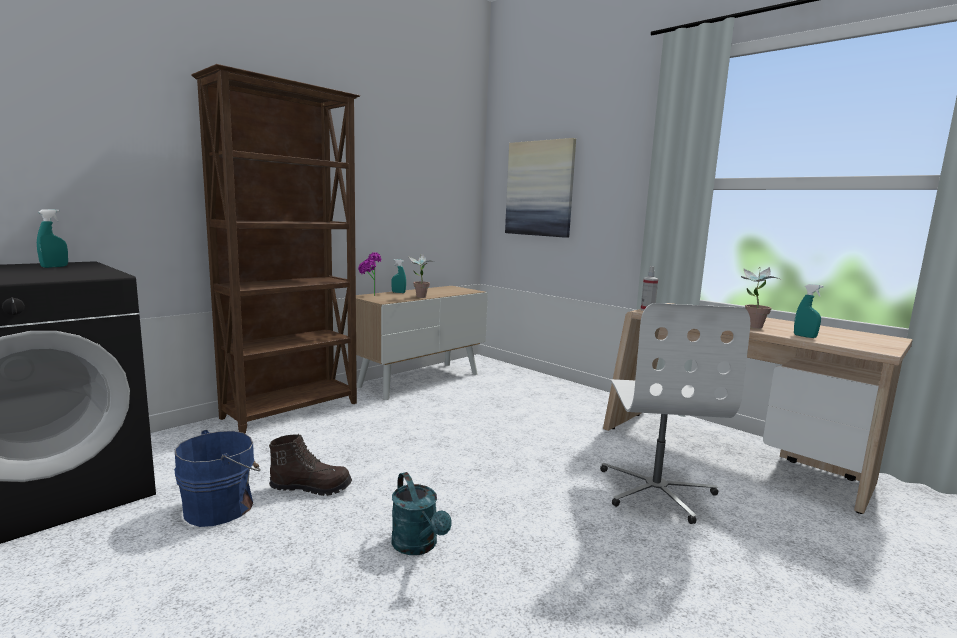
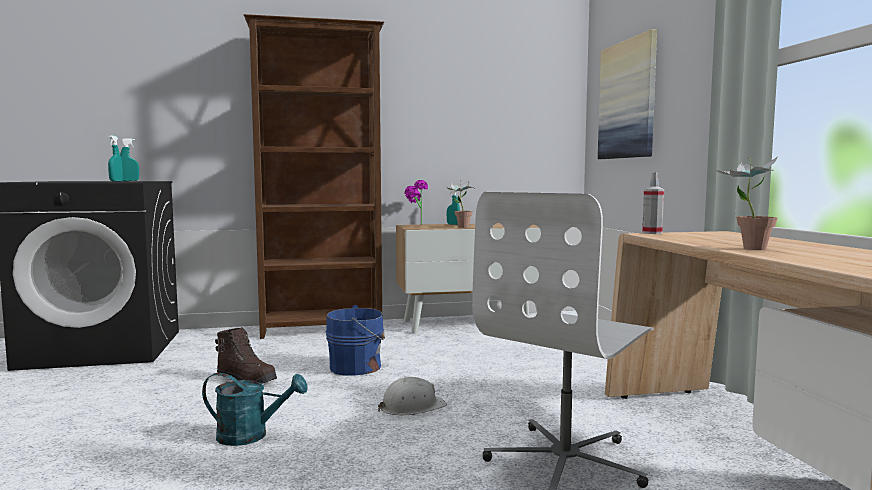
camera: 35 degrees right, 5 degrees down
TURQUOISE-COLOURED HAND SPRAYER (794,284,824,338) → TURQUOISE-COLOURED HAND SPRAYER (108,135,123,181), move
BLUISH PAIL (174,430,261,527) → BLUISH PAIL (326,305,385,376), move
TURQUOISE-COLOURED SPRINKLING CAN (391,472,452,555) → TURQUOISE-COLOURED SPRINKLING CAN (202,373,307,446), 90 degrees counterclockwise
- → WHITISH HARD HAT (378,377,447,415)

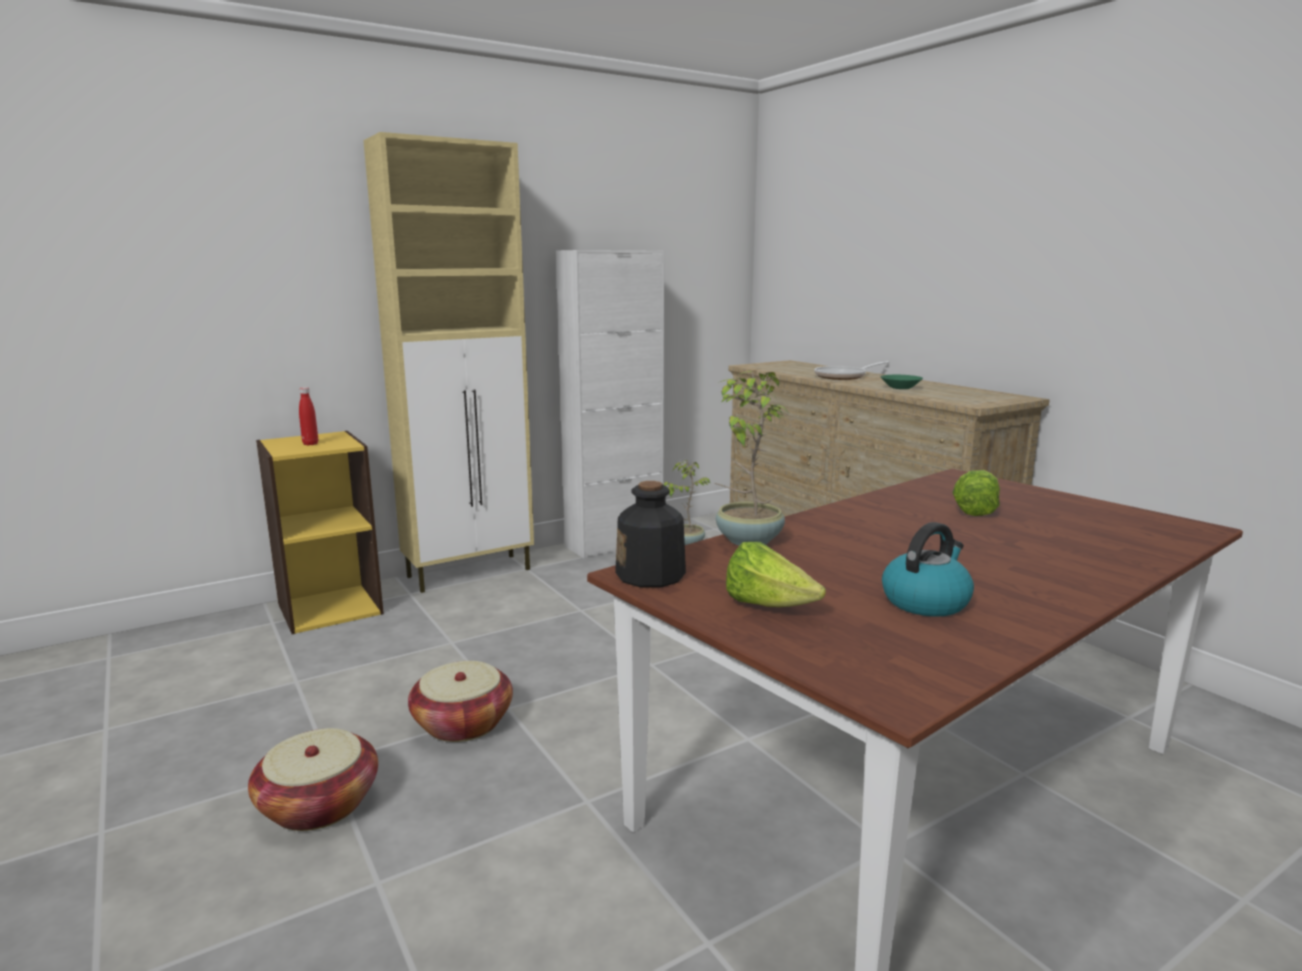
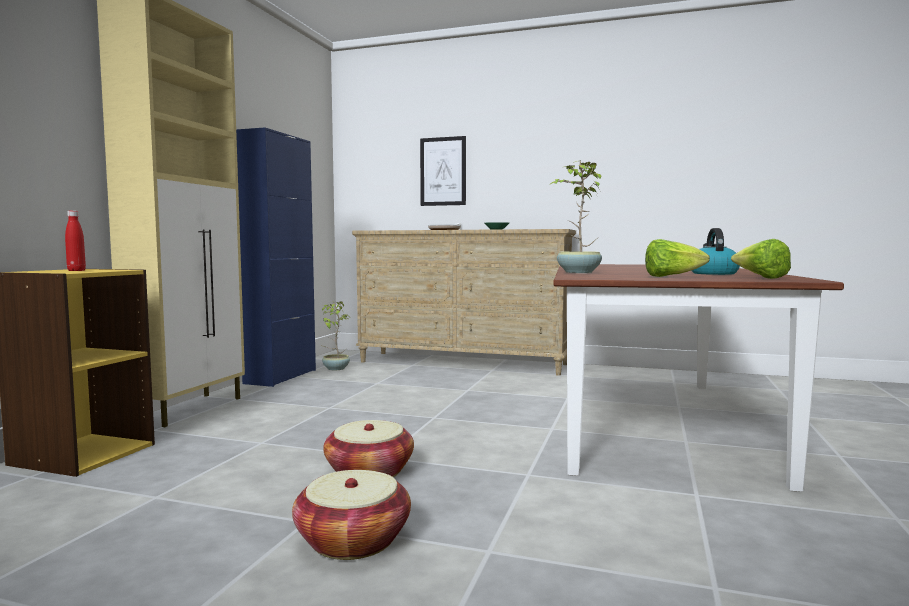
camera: 40 degrees left, 10 degrees down
WHITISH CABINET (556,250,664,559) → BLUISH CABINET (236,127,316,387)
LETTUCE HEAD (952,470,1000,516) → LETTUCE HEAD (731,239,791,279), move
DRINK BOTTLE (615,481,686,587) → -
- → WALL ART (420,136,466,206)

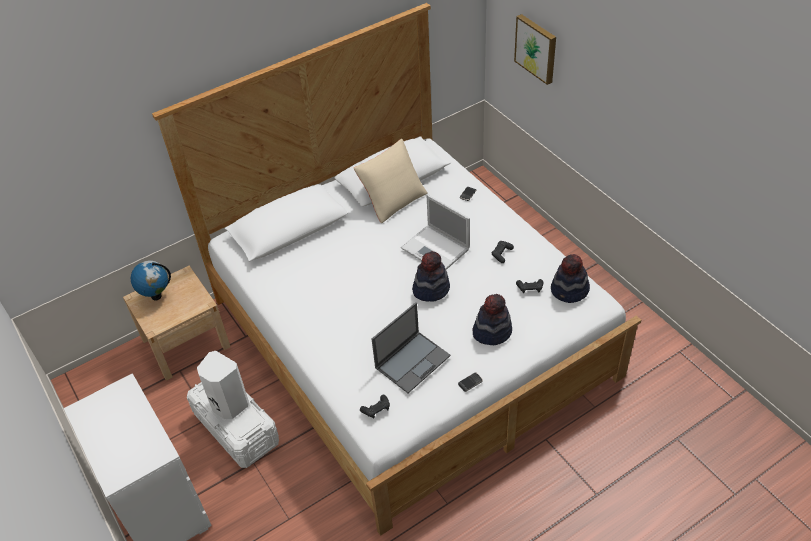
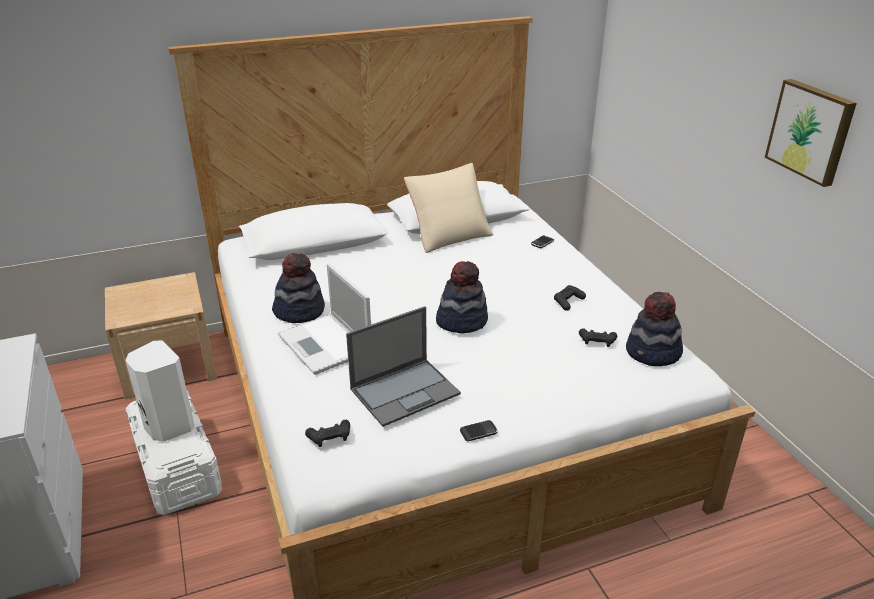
camera: 10 degrees right, 15 degrees down
WALL ART (514,14,556,85) → WALL ART (765,79,857,187), move
PORTABLE COMPUTER (401,195,470,270) → PORTABLE COMPUTER (278,263,371,375), move
WORLD GLOBE (131,261,171,301) → -
CLOTHING HAT (472,294,512,345) → CLOTHING HAT (272,253,325,323), move

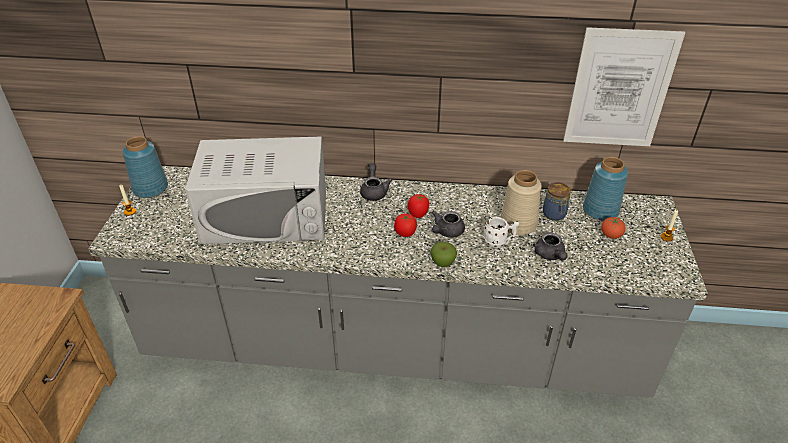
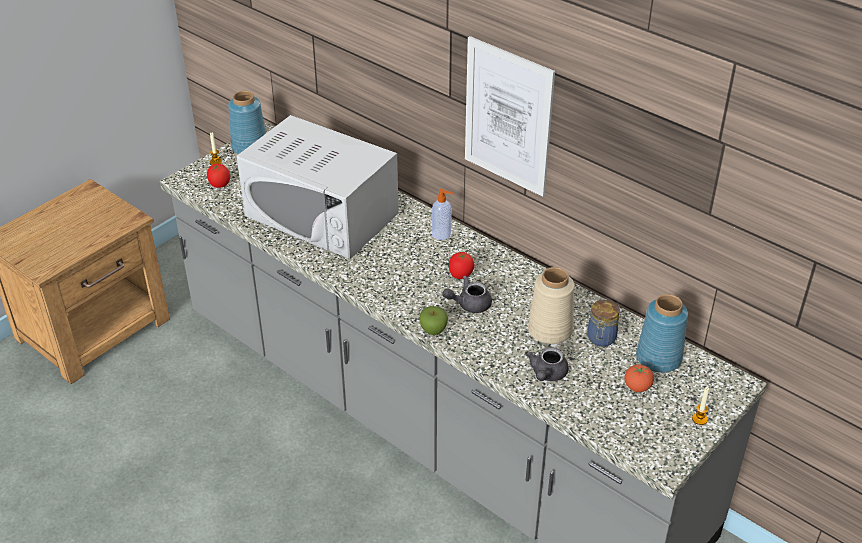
camera: 35 degrees right, 0 degrees up
WALL ART (563,27,685,146) → WALL ART (465,36,555,197), move
GREYISH TEAPOT (360,163,392,201) → SOAP DISPENSER (432,189,453,240)
FRESH TOMATO (394,214,417,237) → FRESH TOMATO (207,164,230,188), move
WHITISH TEA MUG (484,217,519,248) → -

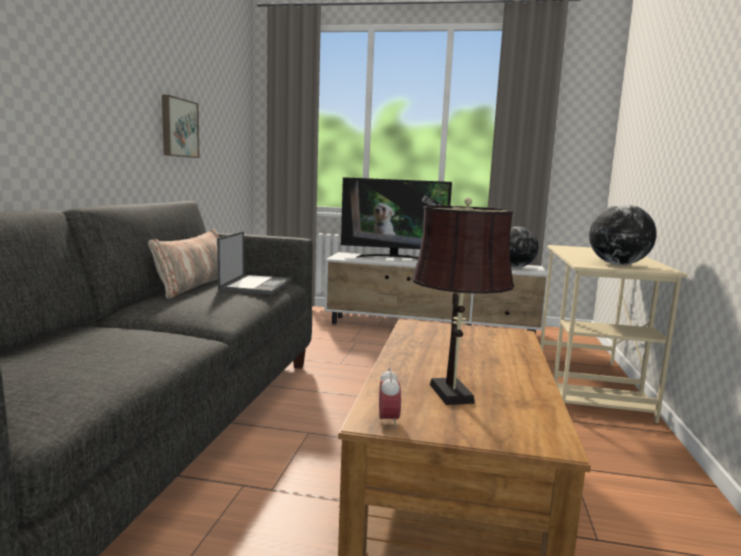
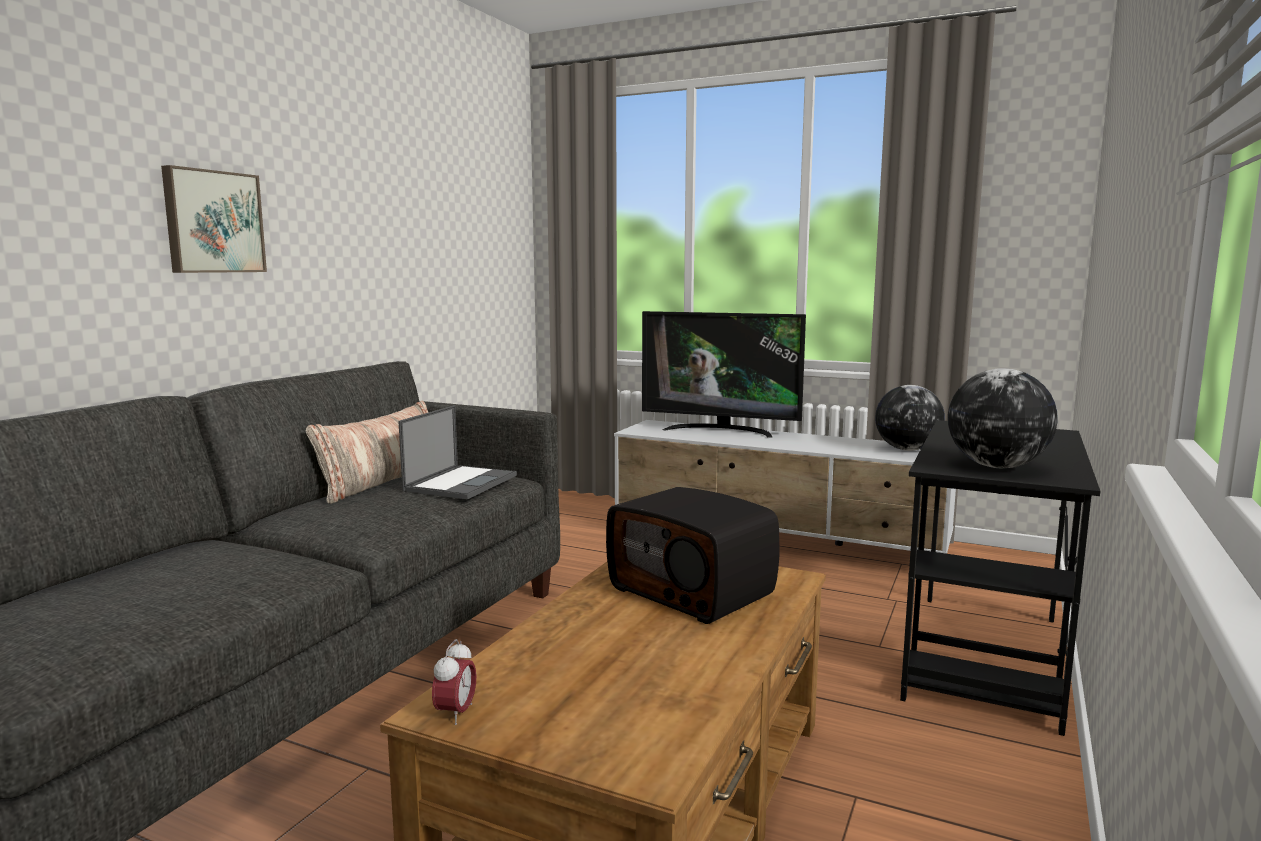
camera: 15 degrees right, 0 degrees up
WALL ART (162,95,200,158) → WALL ART (161,165,267,273), move
BROWNISH TABLE LAMP (412,198,514,405) → -
BEIGE-COLOURED DESK UNIT (540,245,688,423) → BLACK DESK UNIT (900,420,1100,736)
- → RADIO (606,487,780,624)

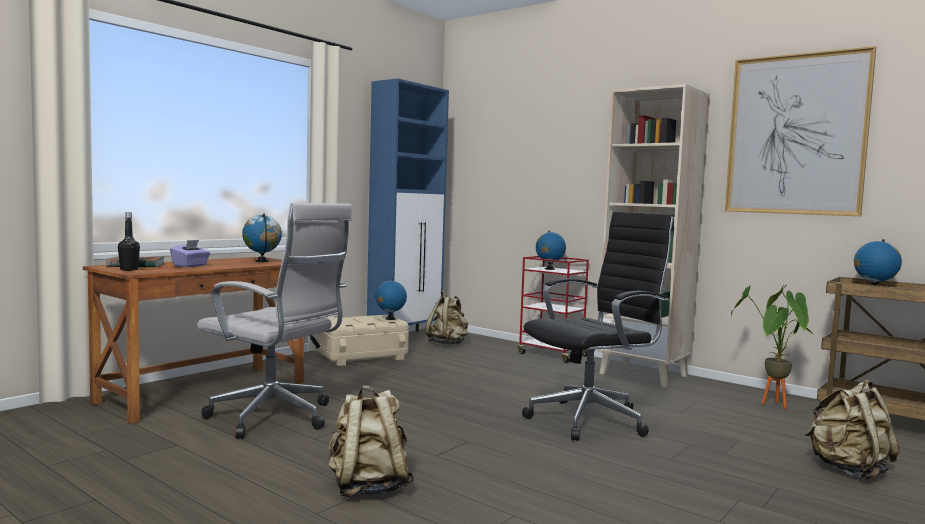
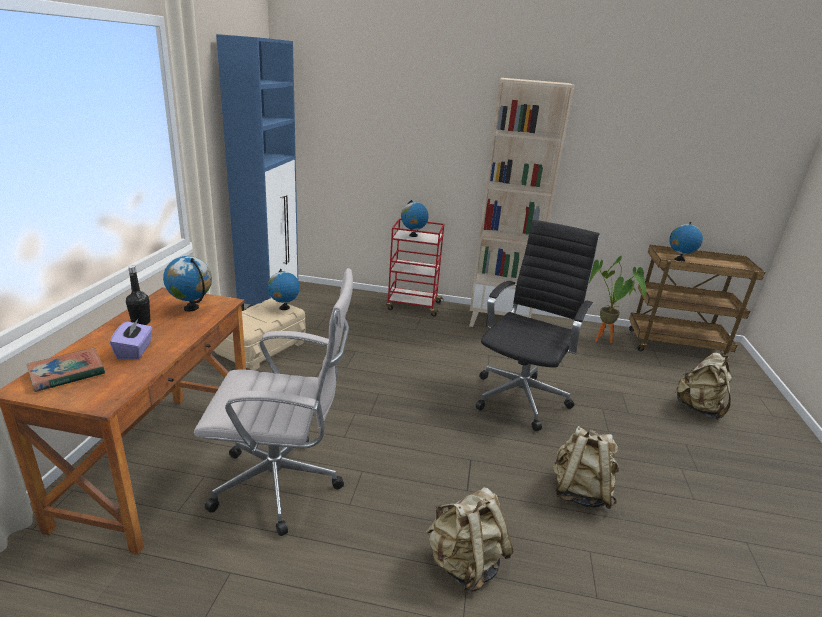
camera: 30 degrees left, 20 degrees up
WALL ART (725,46,876,216) → -
BLACK DRINK BOTTLE (118,212,140,271) → BLACK DRINK BOTTLE (126,266,151,325), move
BEIGE-COLOURED RUCKSACK (425,290,468,344) → BEIGE-COLOURED RUCKSACK (553,426,619,509), move

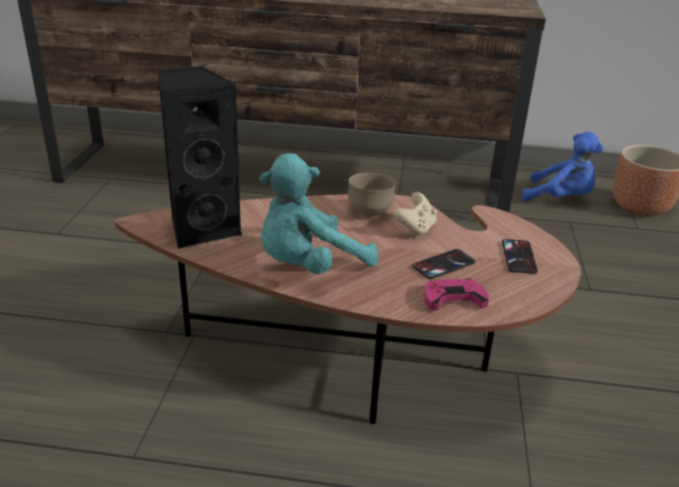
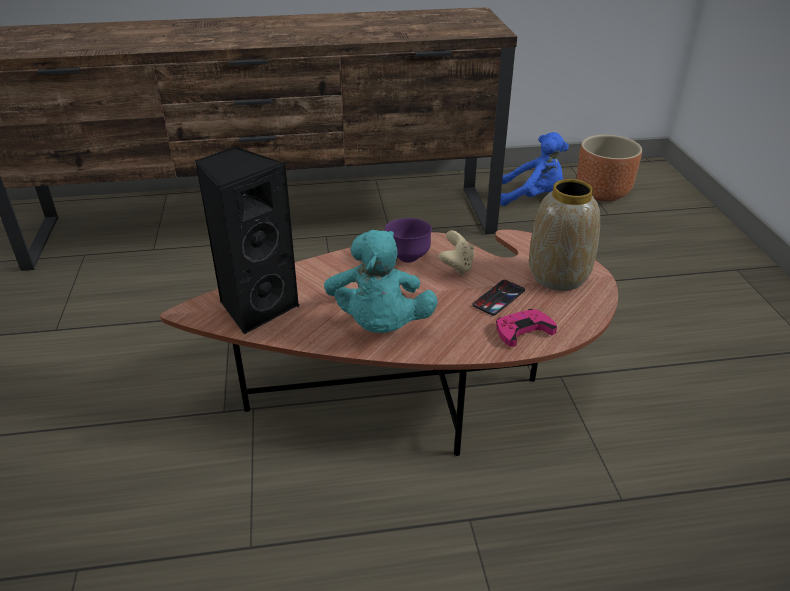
camera: 15 degrees left, 5 degrees up
TURQUOISE-COLOURED SOFT TOY (259,153,378,274) → TURQUOISE-COLOURED SOFT TOY (324,230,438,333), 45 degrees counterclockwise
BROWNISH BOWL (348,173,396,218) → PURPLE BOWL (385,218,432,263)
PHONE (502,239,538,274) → DECORATIVE VASE (529,179,600,291)

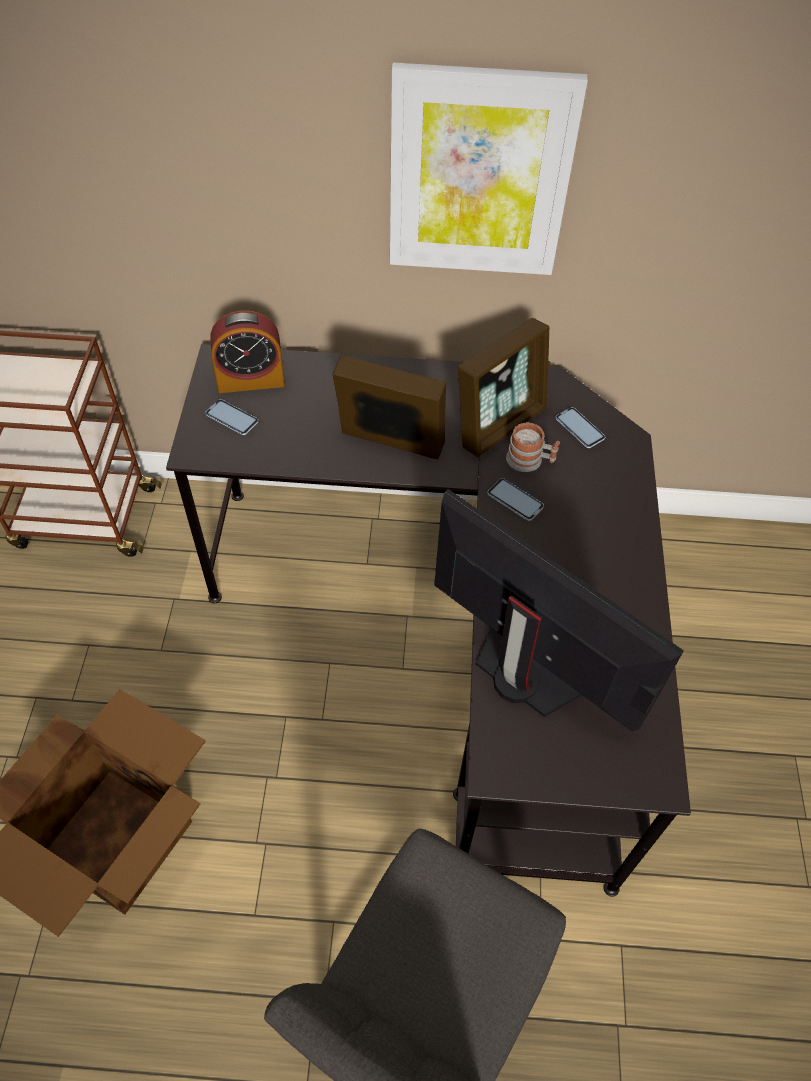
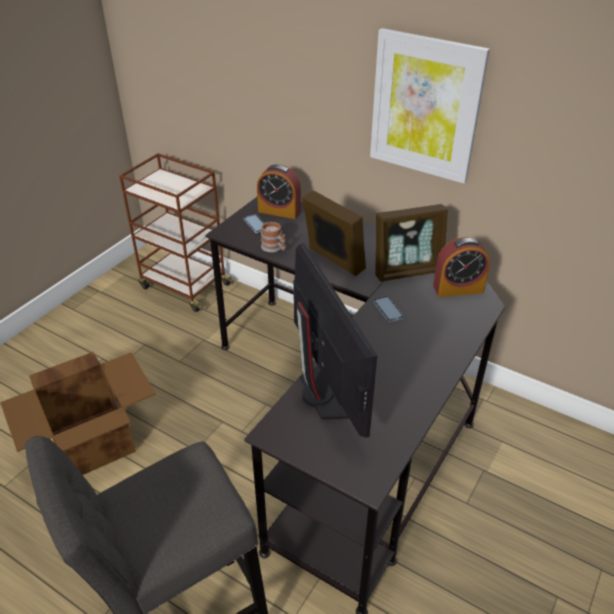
camera: 30 degrees right, 15 degrees down
PHONE (555,407,605,448) → BEDSIDE CLOCK (433,237,490,297)
TEA MUG (506,422,560,472) → TEA MUG (261,222,286,253), move

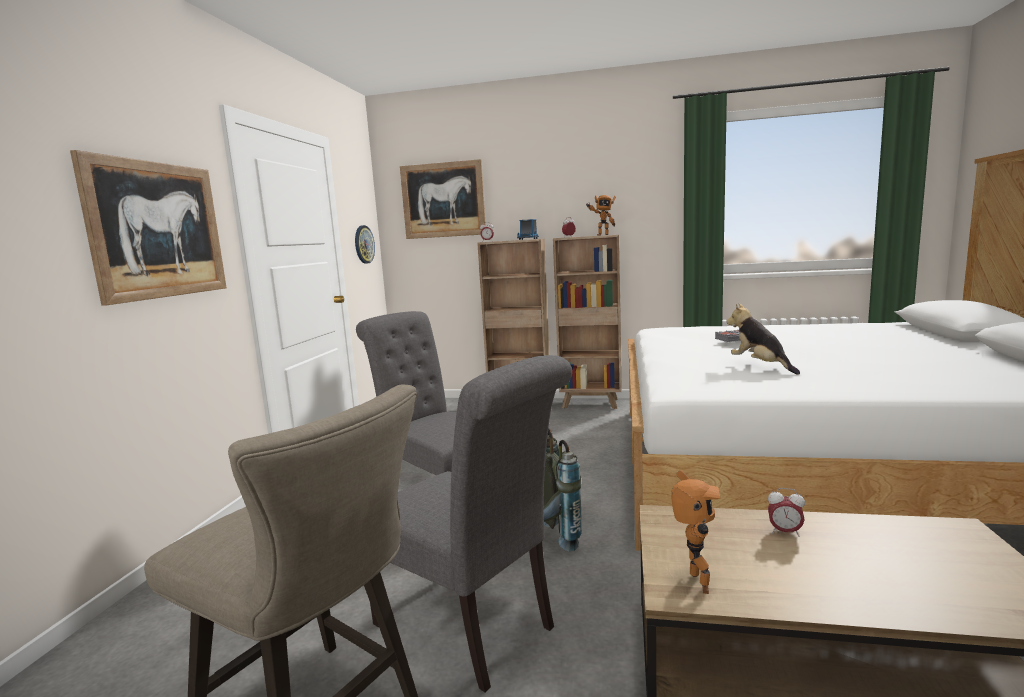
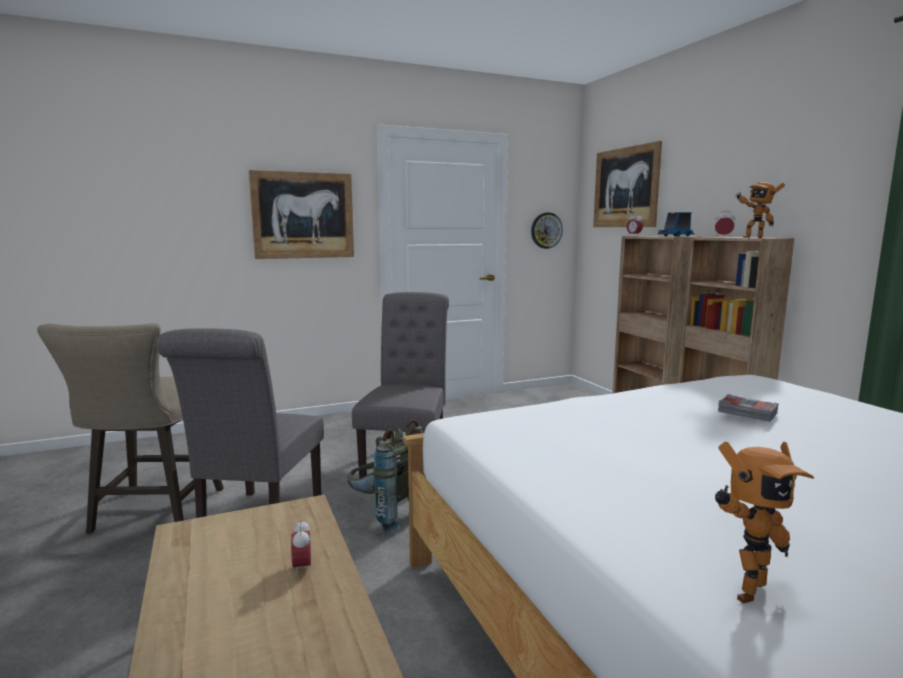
camera: 55 degrees right, 0 degrees up
SOFT TOY (726,303,800,375) → -
ROBOT FIGURE (671,470,721,594) → ROBOT FIGURE (715,442,814,604), move

